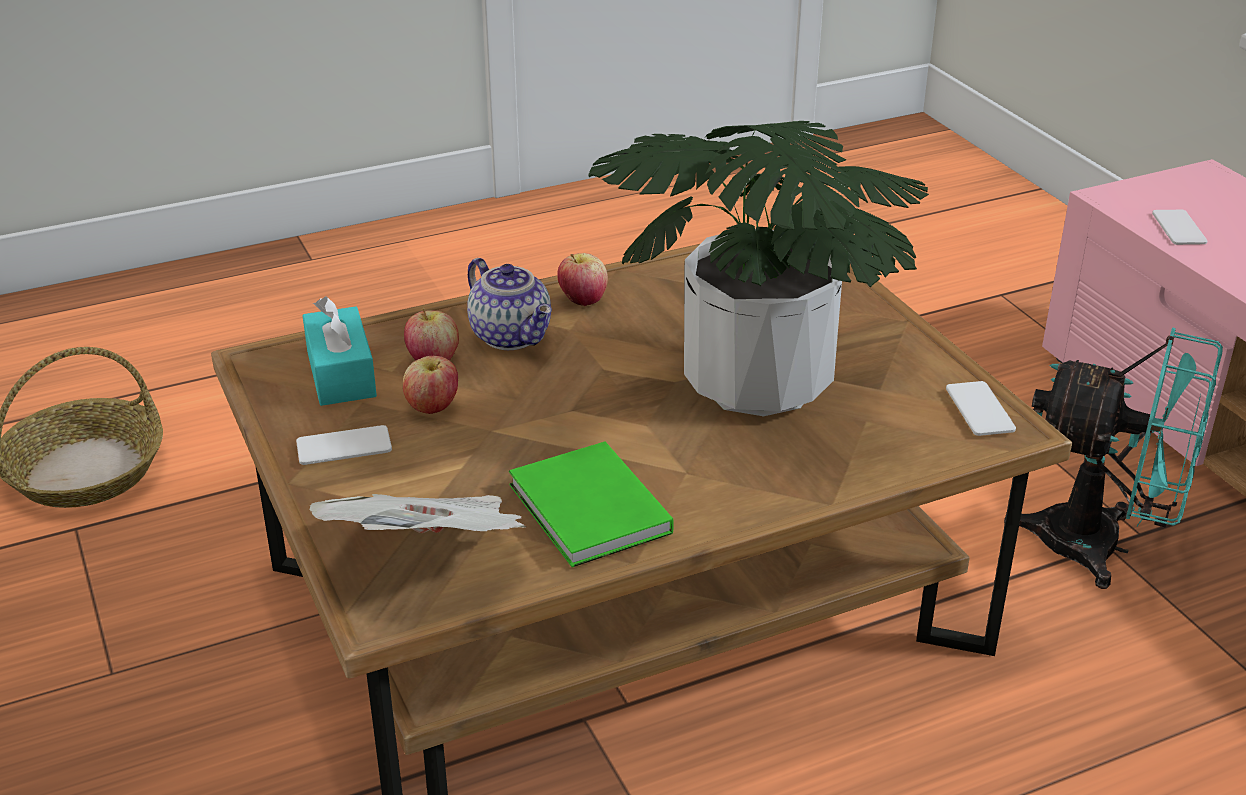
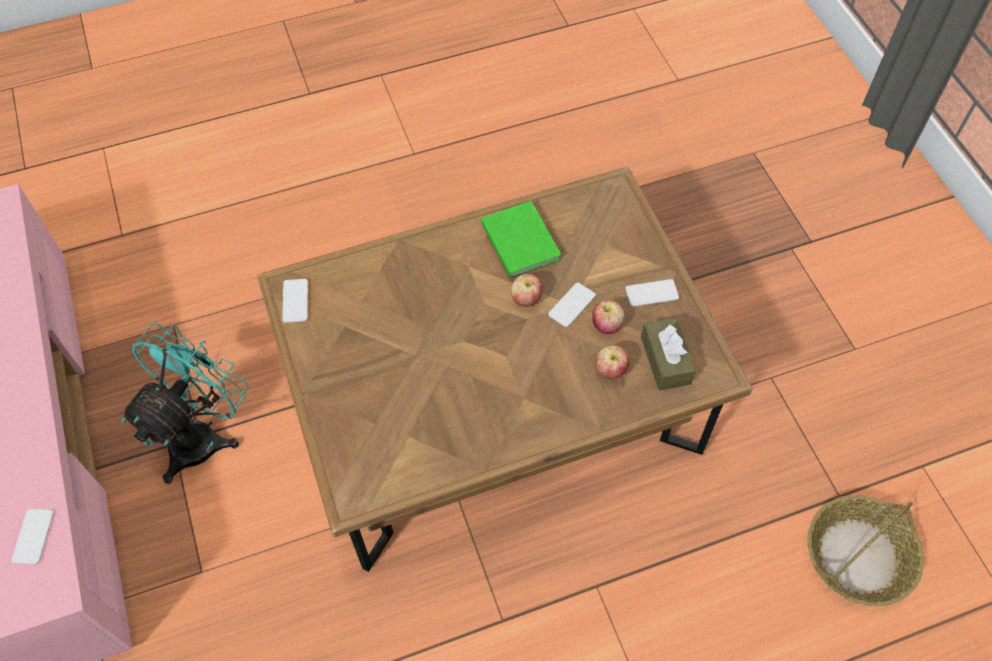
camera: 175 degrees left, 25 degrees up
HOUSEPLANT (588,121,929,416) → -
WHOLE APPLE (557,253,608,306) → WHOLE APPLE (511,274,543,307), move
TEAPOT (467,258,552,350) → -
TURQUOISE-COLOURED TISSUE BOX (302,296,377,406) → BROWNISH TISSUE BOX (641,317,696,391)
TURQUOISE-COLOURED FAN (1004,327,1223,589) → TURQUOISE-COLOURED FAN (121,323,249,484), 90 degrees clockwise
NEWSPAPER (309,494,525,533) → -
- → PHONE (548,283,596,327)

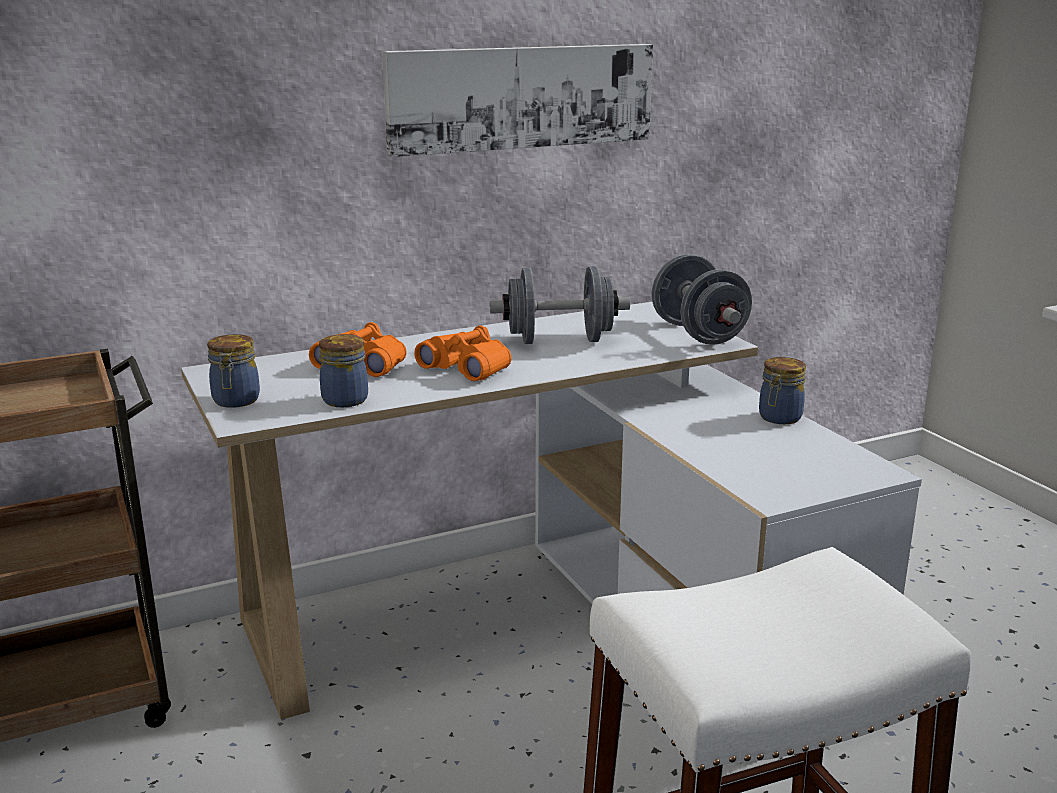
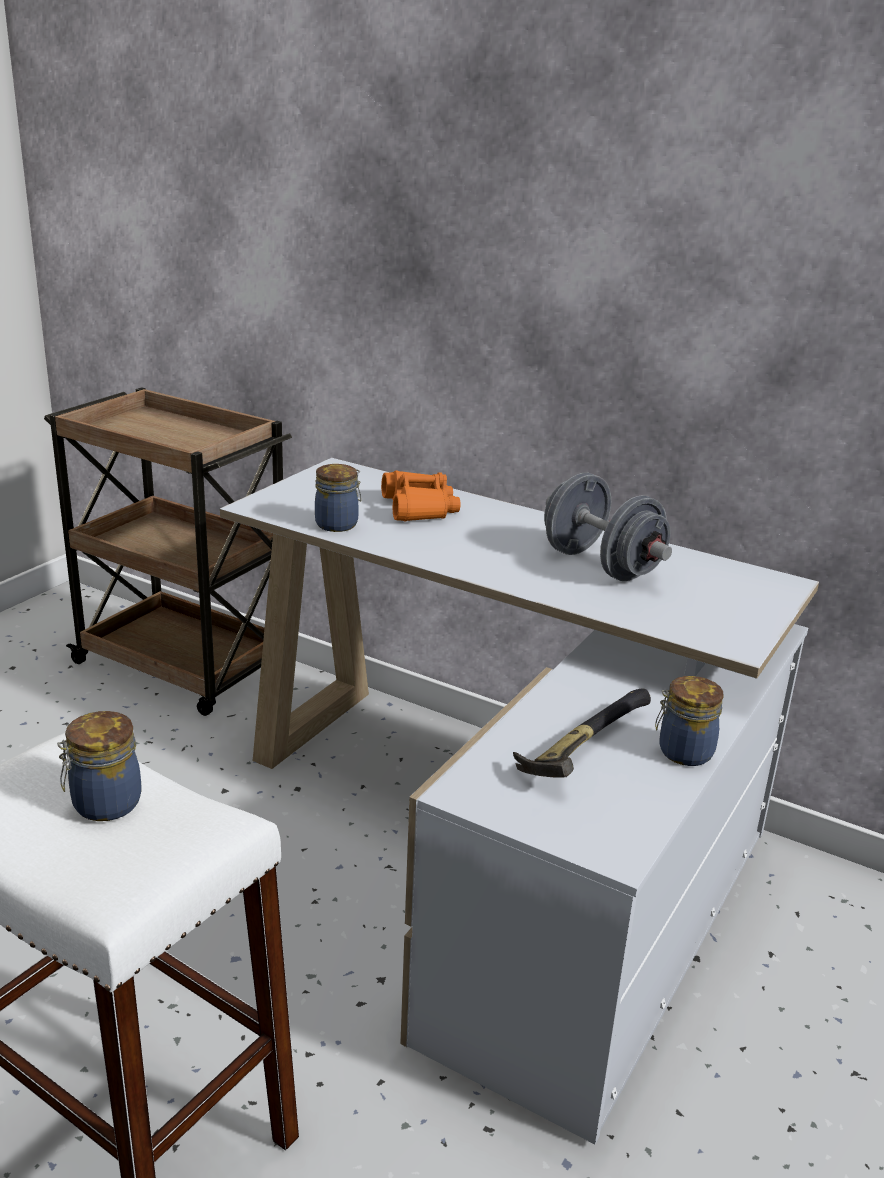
camera: 55 degrees right, 5 degrees up
WALL ART (382,44,653,157) → -
GREYISH FREE WEIGHT (652,254,752,345) → -
ORANGEY PAIR OF BINOCULARS (414,325,511,381) → -
JAR (207,334,260,408) → JAR (57,711,142,821), move
- → TOOL HAMMER (513,689,651,778)

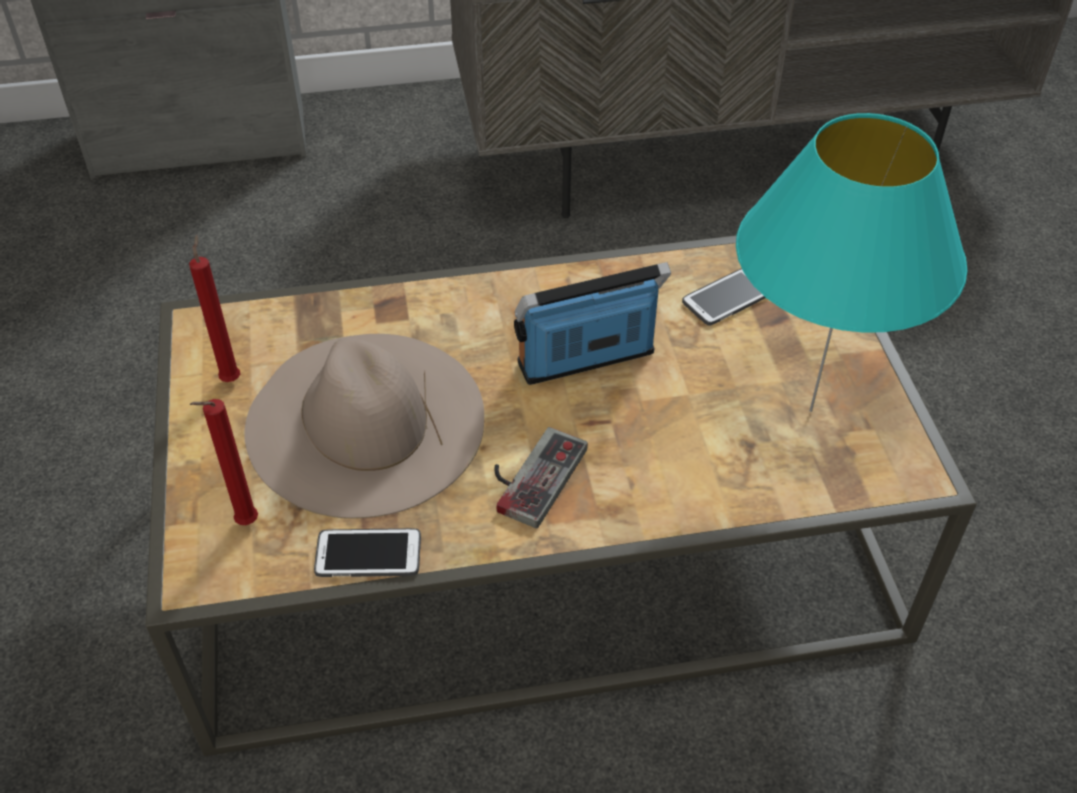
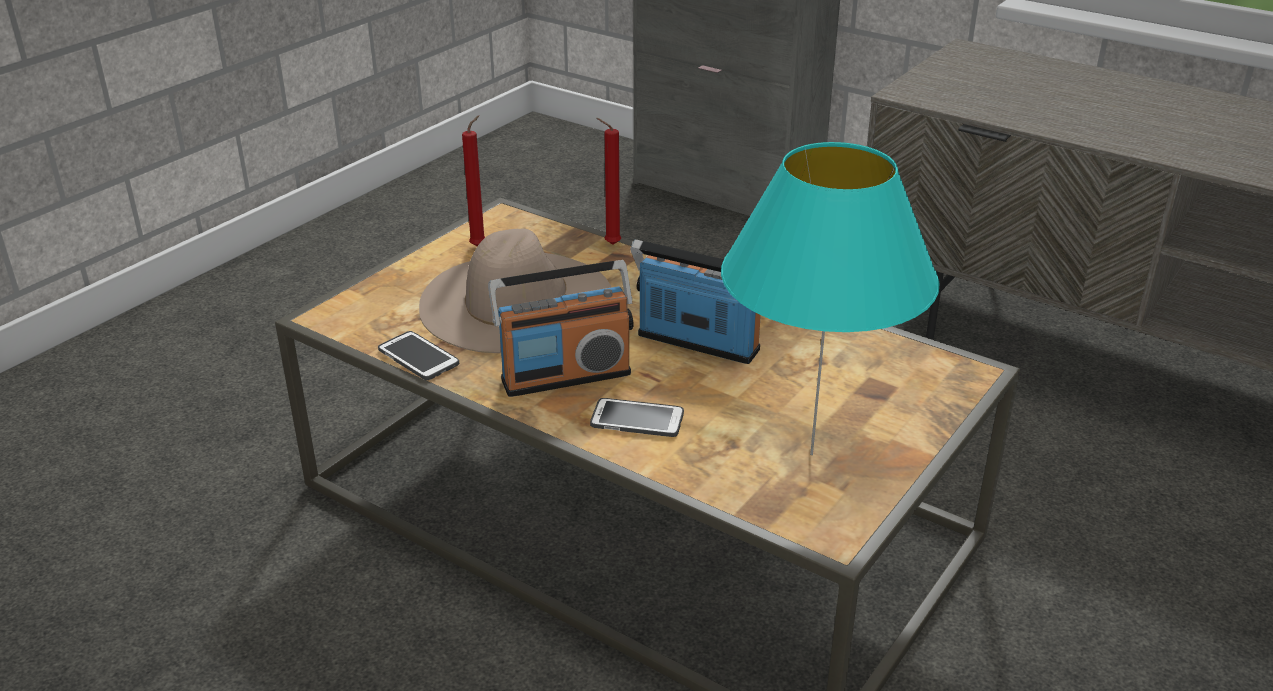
camera: 45 degrees right, 15 degrees down
PHONE (682,268,766,326) → PHONE (590,398,684,437), move
RED-COLOURED WAX LIGHT (190,399,258,525) → RED-COLOURED WAX LIGHT (596,118,621,245), move
GAME CONTROLLER (494,427,588,528) → RADIO (488,260,633,397)

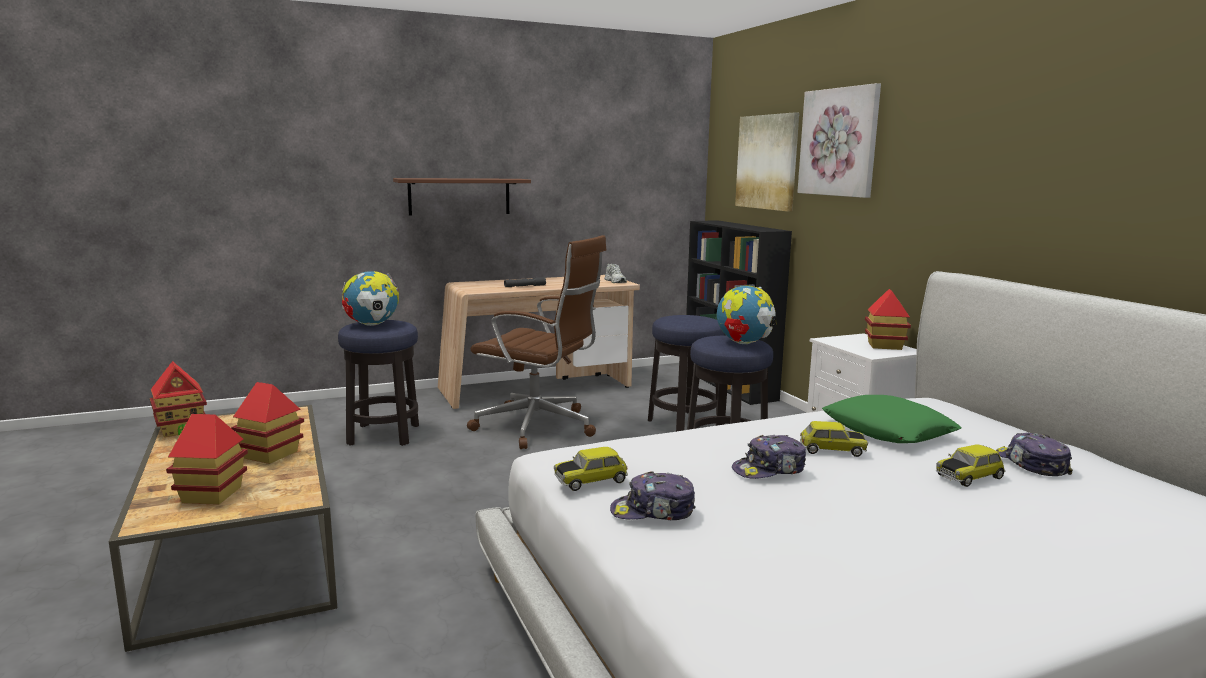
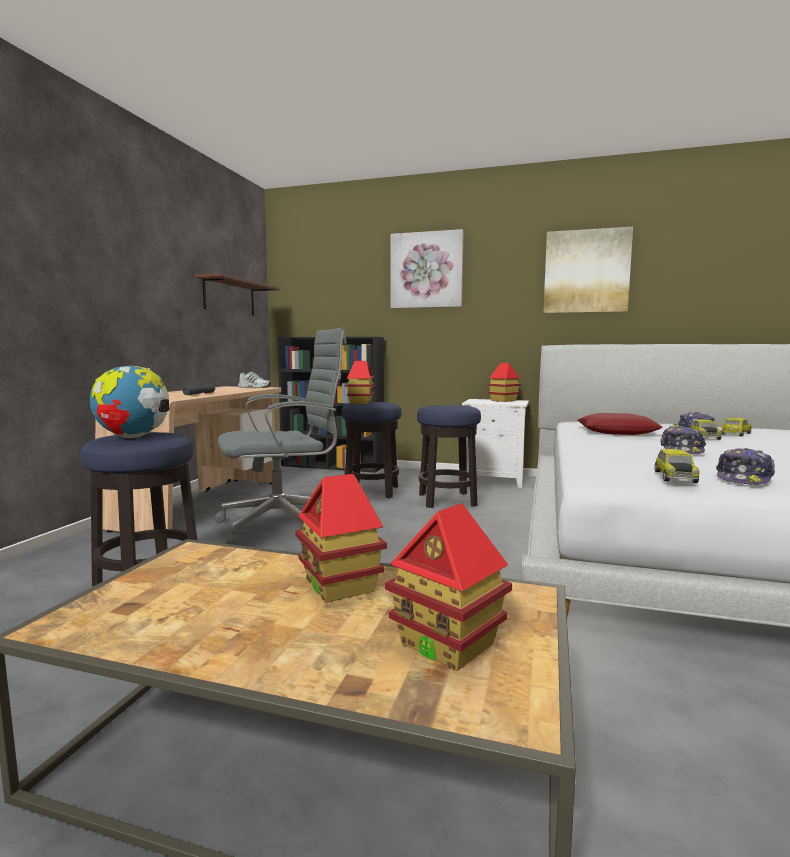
camera: 50 degrees left, 5 degrees down
WALL ART (735,112,799,211) → WALL ART (543,227,633,313), move
BROWNISH BRACKET SHELF (393,178,531,215) → BROWNISH BRACKET SHELF (195,273,280,315), move
BROWNISH COMPUTER CHAIR (467,235,606,449) → GREYISH COMPUTER CHAIR (214,328,347,545)
WORLD GLOBE (717,285,777,344) → -
TOY HOUSE (150,361,207,437) → TOY HOUSE (346,361,375,404), move
GREENISH THROW PILLOW (822,395,962,443) → RED-COLOURED THROW PILLOW (578,413,663,435)
TOY CAR (800,421,868,457) → TOY CAR (721,418,752,437), move

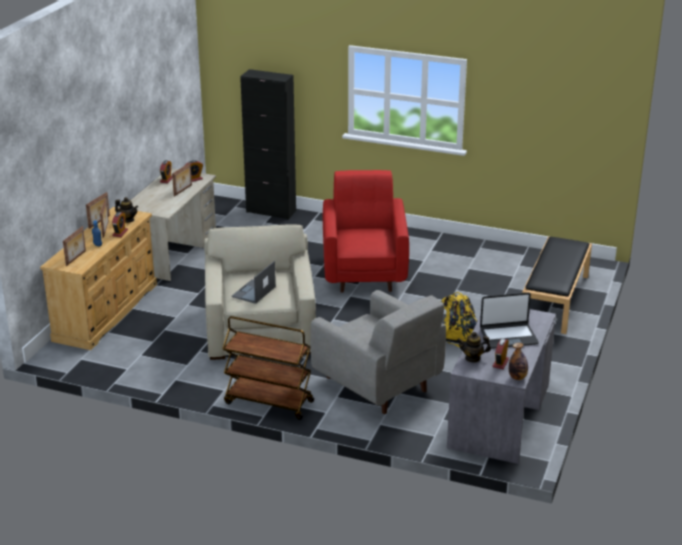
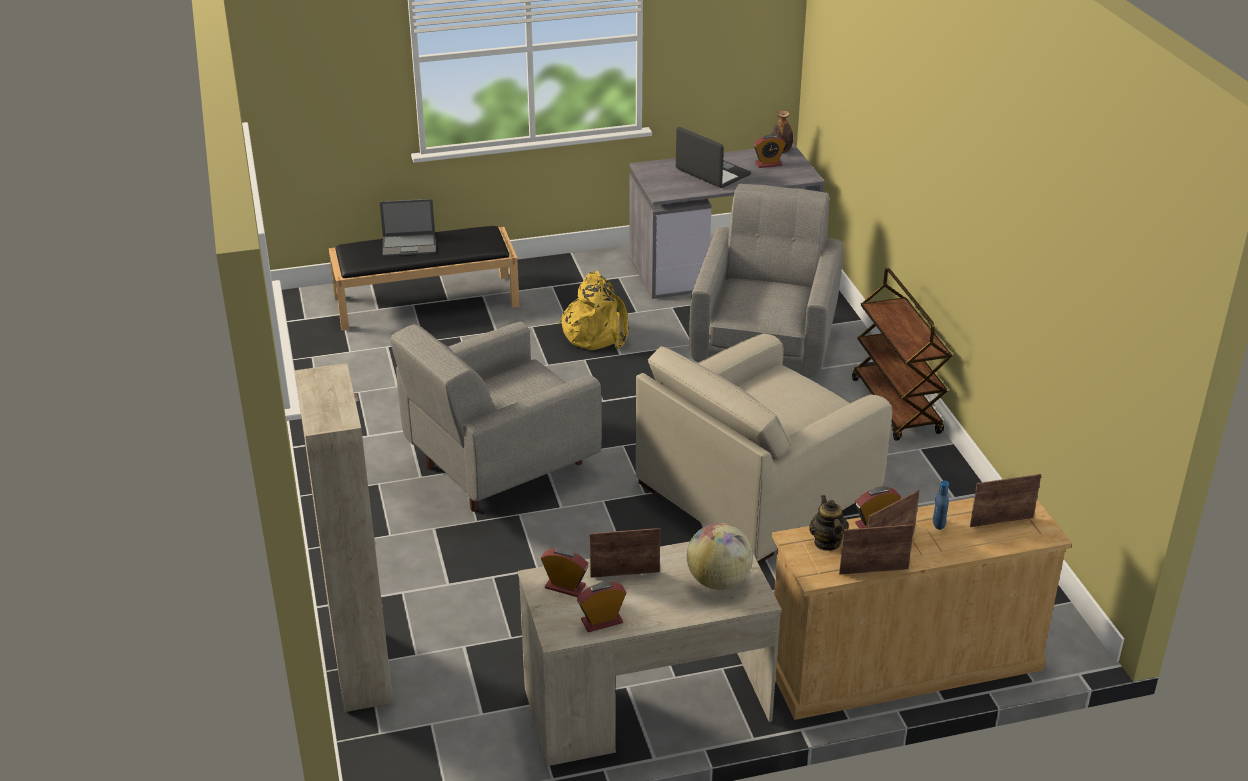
camera: 125 degrees left, 5 degrees up
BLACK CABINET (240,69,296,220) → BEIGE-COLOURED CABINET (295,363,393,712)
RED-COLOURED EASY CHAIR (323,170,409,293) → GREYISH EASY CHAIR (391,322,602,512)
PORTABLE COMPUTER (232,261,276,304) → PORTABLE COMPUTER (380,199,436,256), move
TEAPOT (457,332,491,363) → -
- → WORLD GLOBE (687,523,753,590)

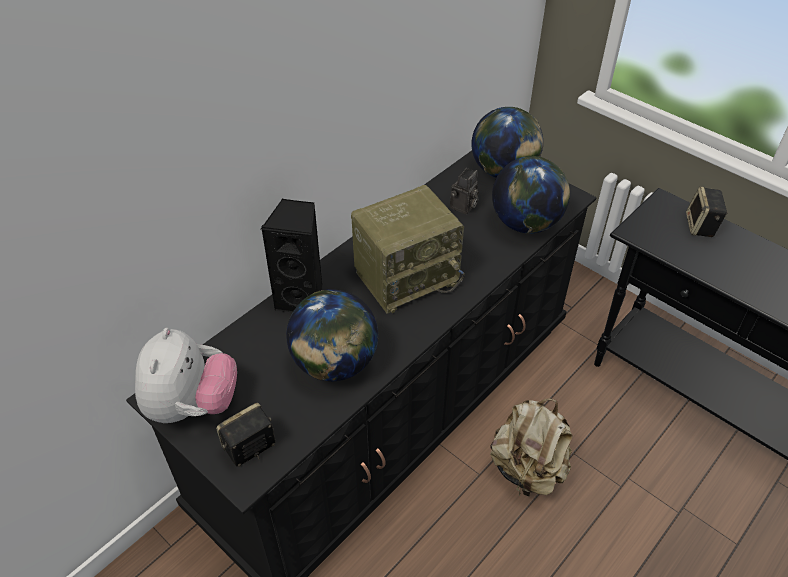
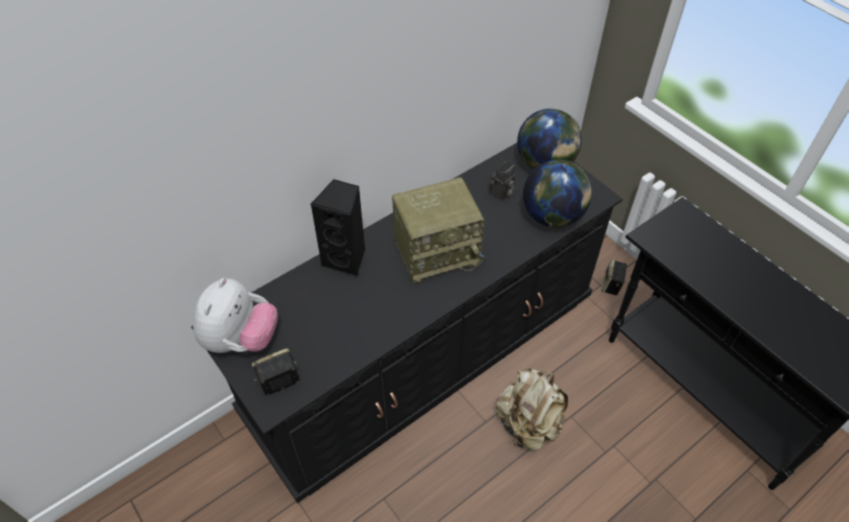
camera: 10 degrees right, 5 degrees up
SPEAKER (686,187,727,237) → SPEAKER (601,259,628,295), move
WORLD GLOBE (286,289,379,381) → -

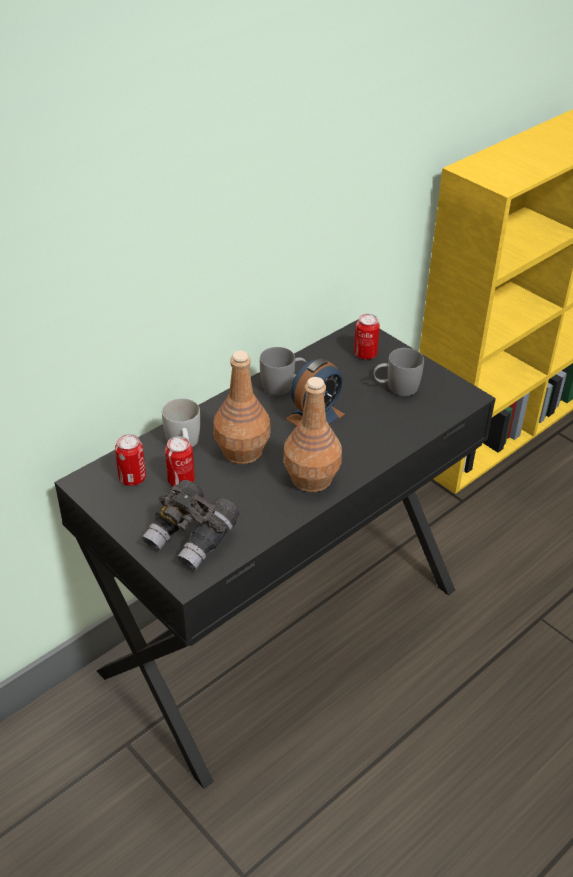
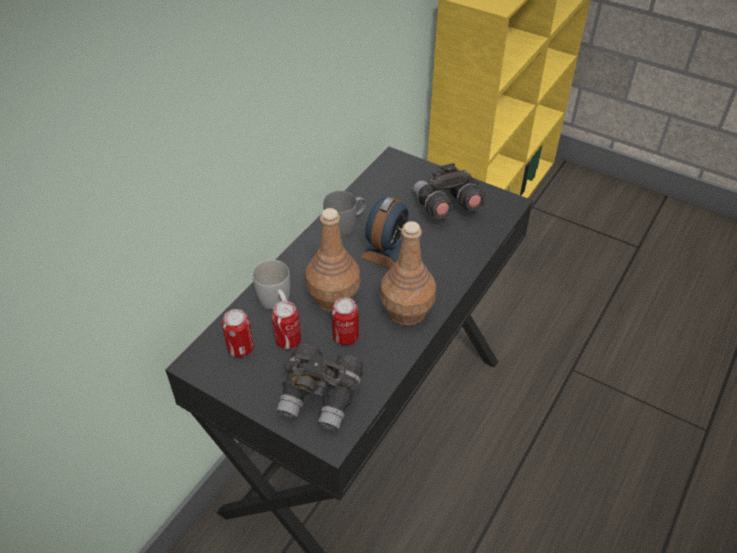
camera: 15 degrees left, 5 degrees up
METAL CAN (354,314,380,360) → METAL CAN (332,298,359,346), move
GREYISH TEA MUG (373,348,424,396) → GREYISH PAIR OF BINOCULARS (413,163,485,219)

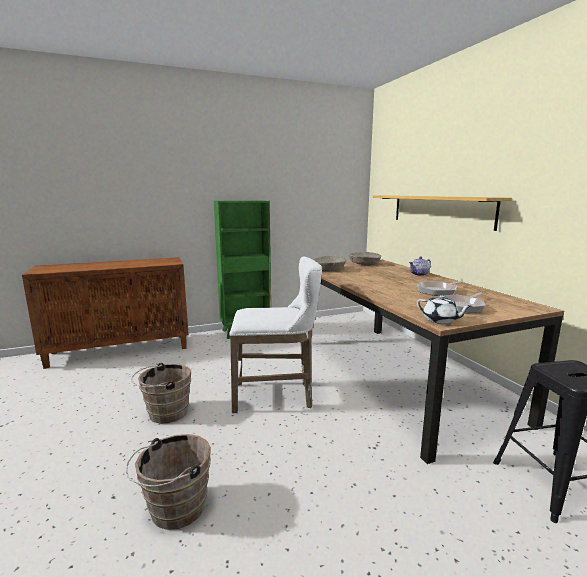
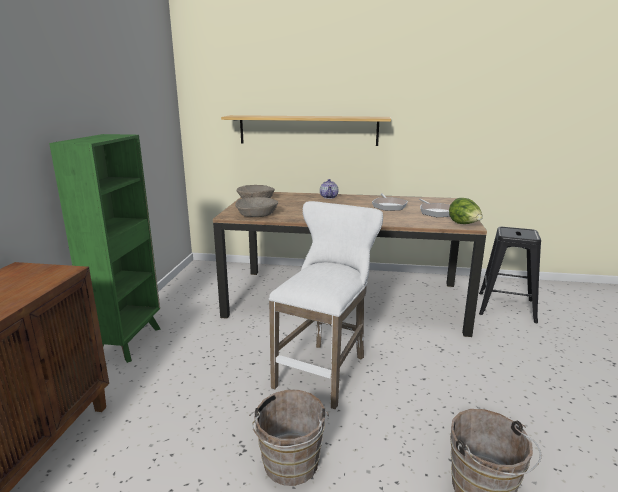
camera: 60 degrees left, 5 degrees up
WHITISH TEAPOT (417,295,472,324) → LETTUCE HEAD (449,198,483,224)

